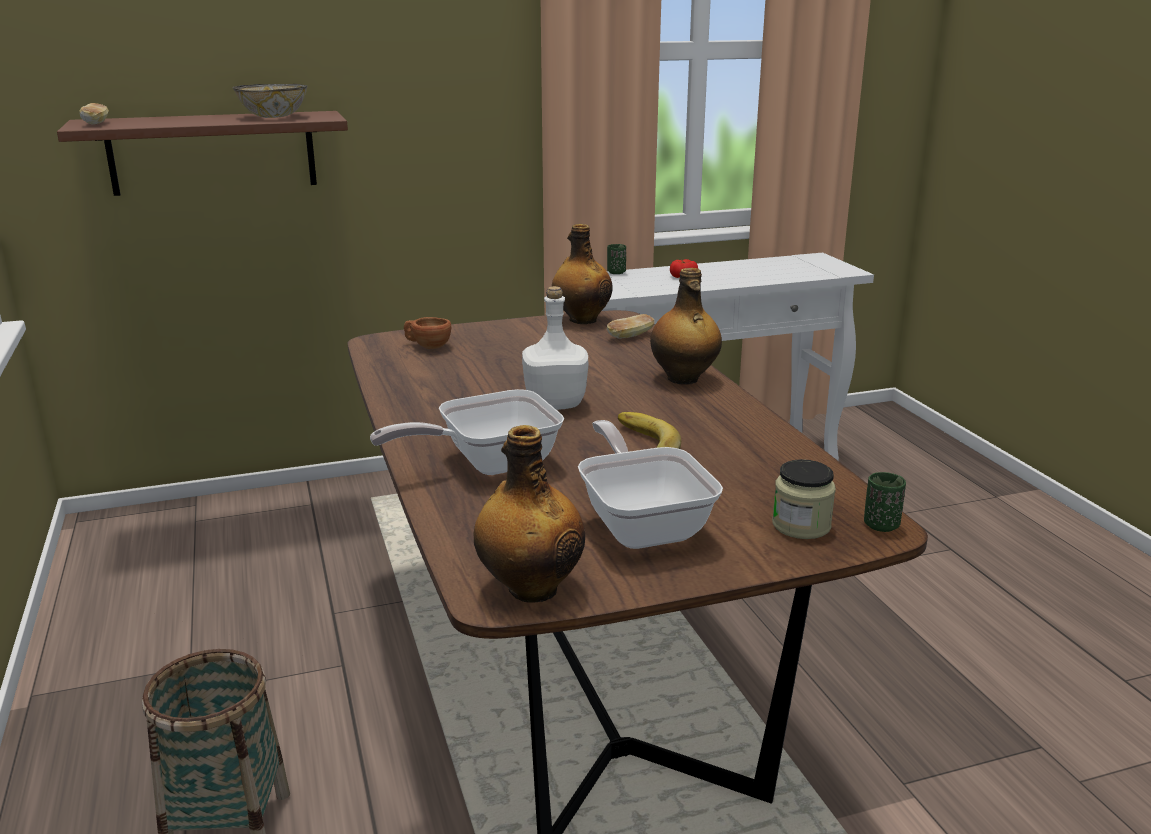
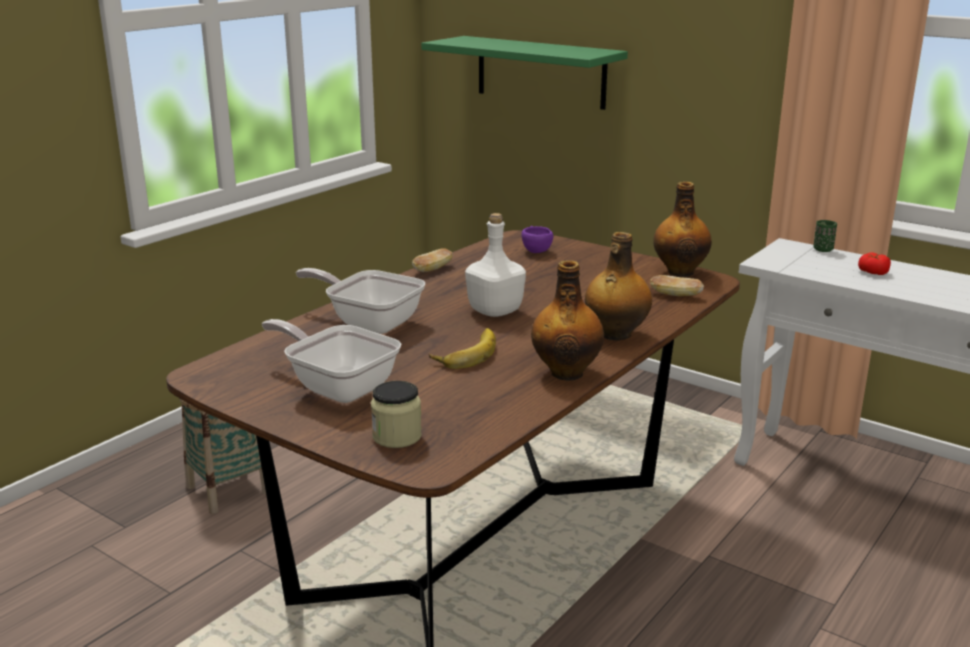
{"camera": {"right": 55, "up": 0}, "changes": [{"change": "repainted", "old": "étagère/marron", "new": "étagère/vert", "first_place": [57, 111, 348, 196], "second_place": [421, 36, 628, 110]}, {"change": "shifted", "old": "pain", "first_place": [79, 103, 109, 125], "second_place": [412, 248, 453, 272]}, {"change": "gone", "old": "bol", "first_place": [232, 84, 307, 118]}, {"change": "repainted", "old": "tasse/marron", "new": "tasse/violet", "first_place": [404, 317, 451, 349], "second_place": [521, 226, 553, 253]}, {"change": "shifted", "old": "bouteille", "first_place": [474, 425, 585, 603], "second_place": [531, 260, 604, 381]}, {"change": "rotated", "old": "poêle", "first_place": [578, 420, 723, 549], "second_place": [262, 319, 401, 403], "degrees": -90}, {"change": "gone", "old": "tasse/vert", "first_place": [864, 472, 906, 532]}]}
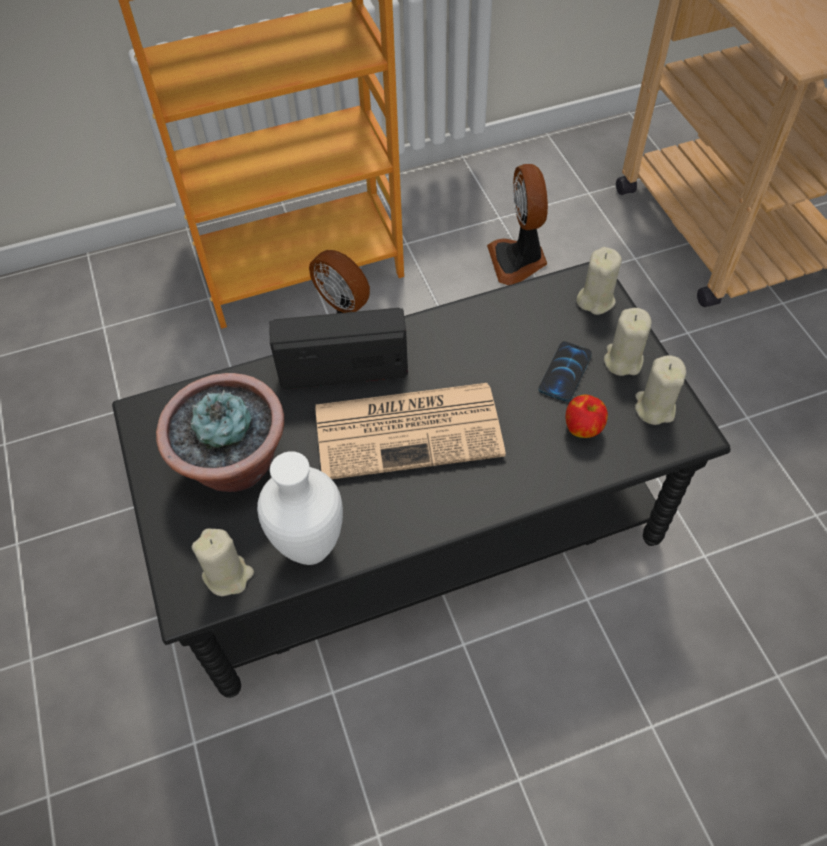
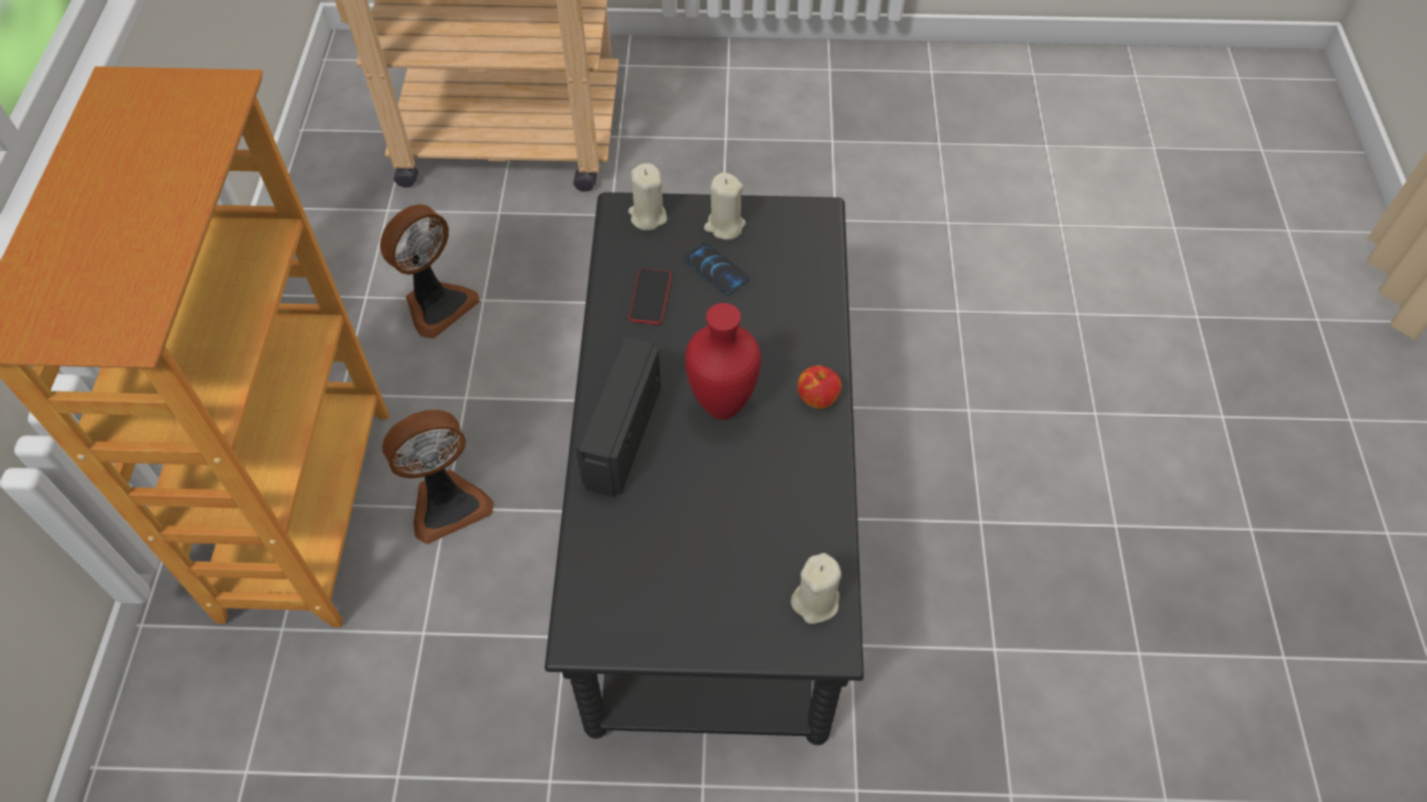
{"camera": {"right": -70, "up": 0}, "changes": [{"change": "gone", "old": "plante en pot", "first_place": [156, 373, 284, 492]}, {"change": "gone", "old": "vase/blanc", "first_place": [257, 451, 343, 565]}, {"change": "swapped", "old": "journal", "new": "vase/rouge", "first_place": [315, 383, 506, 479], "second_place": [685, 303, 761, 420]}, {"change": "rotated", "old": "ventilateur", "first_place": [487, 164, 548, 285], "second_place": [380, 204, 480, 338], "degrees": -60}, {"change": "shifted", "old": "pomme", "first_place": [565, 395, 608, 438], "second_place": [798, 365, 842, 409]}, {"change": "gone", "old": "bougie/beige", "first_place": [635, 355, 686, 425]}, {"change": "new", "new": "téléphone", "second_place": [629, 268, 672, 324]}]}
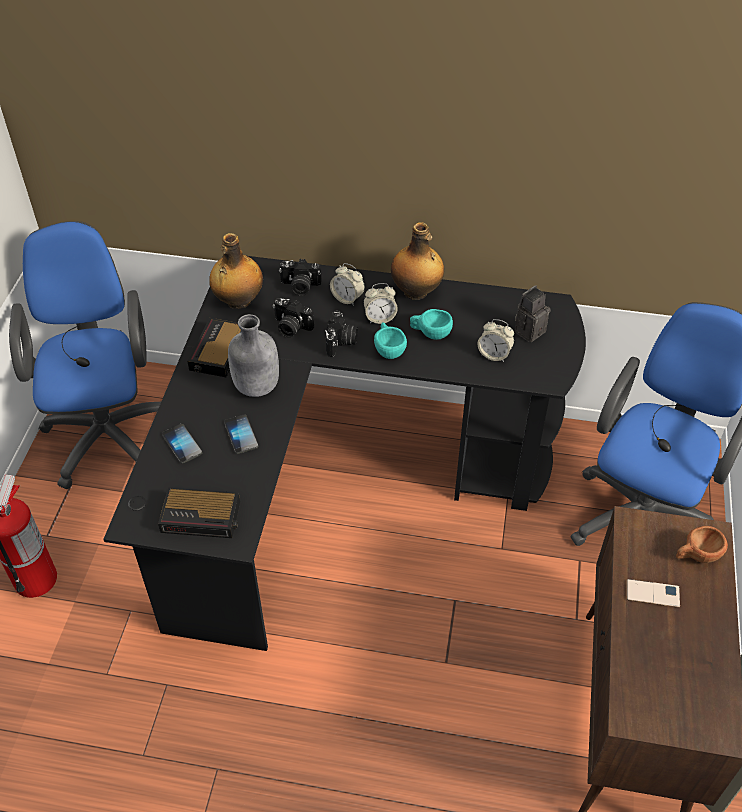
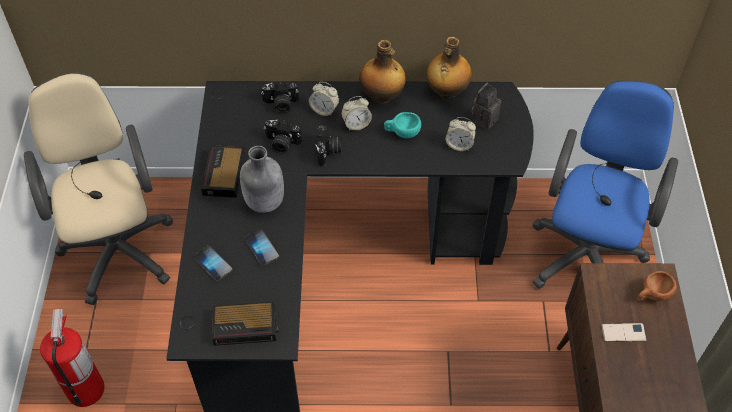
{"camera": {"right": -10, "up": 5}, "changes": [{"change": "repainted", "old": "chaise de bureau/bleu", "new": "chaise de bureau/beige", "first_place": [9, 221, 161, 489], "second_place": [24, 72, 174, 305]}, {"change": "shifted", "old": "bouteille", "first_place": [209, 233, 263, 309], "second_place": [426, 37, 472, 99]}, {"change": "gone", "old": "tasse/turquoise", "first_place": [374, 322, 407, 359]}]}
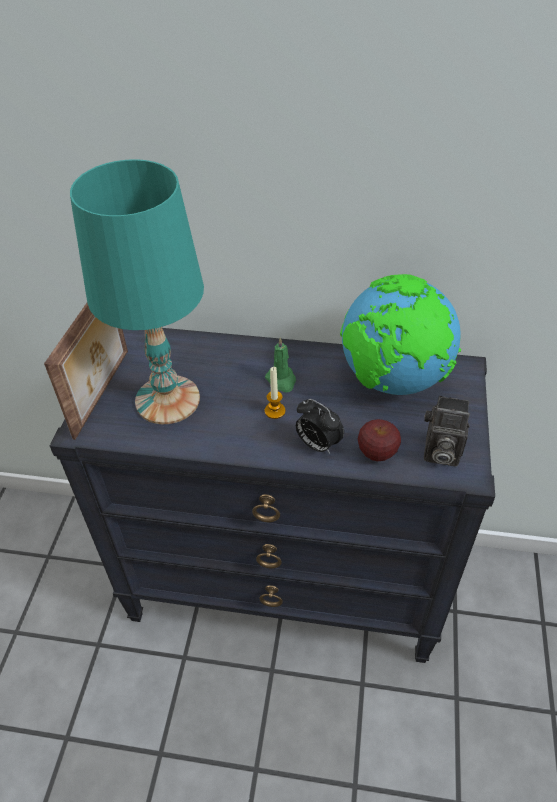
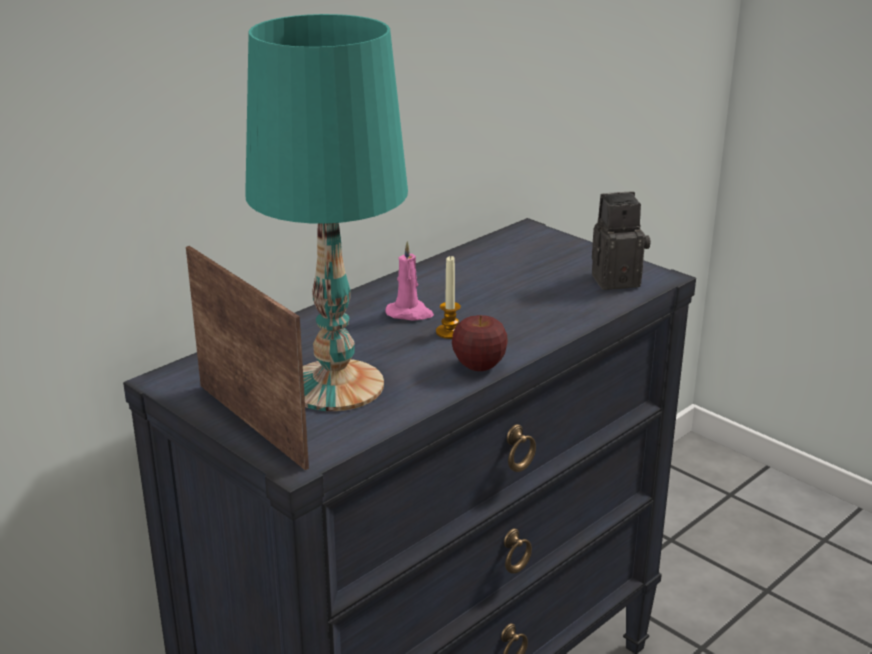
{"camera": {"right": -55, "up": -20}, "changes": [{"change": "repainted", "old": "bougie/vert", "new": "bougie/rose", "first_place": [265, 337, 296, 393], "second_place": [385, 241, 434, 321]}, {"change": "gone", "old": "réveil", "first_place": [296, 399, 344, 454]}, {"change": "gone", "old": "globe", "first_place": [340, 274, 461, 395]}, {"change": "shifted", "old": "pomme", "first_place": [358, 419, 401, 461], "second_place": [452, 315, 508, 371]}, {"change": "rotated", "old": "appareil photo", "first_place": [424, 396, 470, 467], "second_place": [592, 191, 651, 290], "degrees": -150}]}
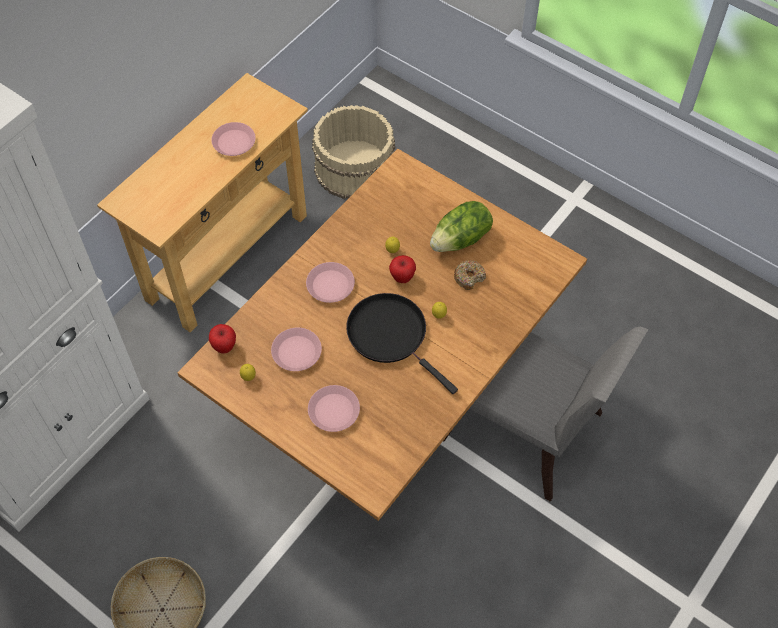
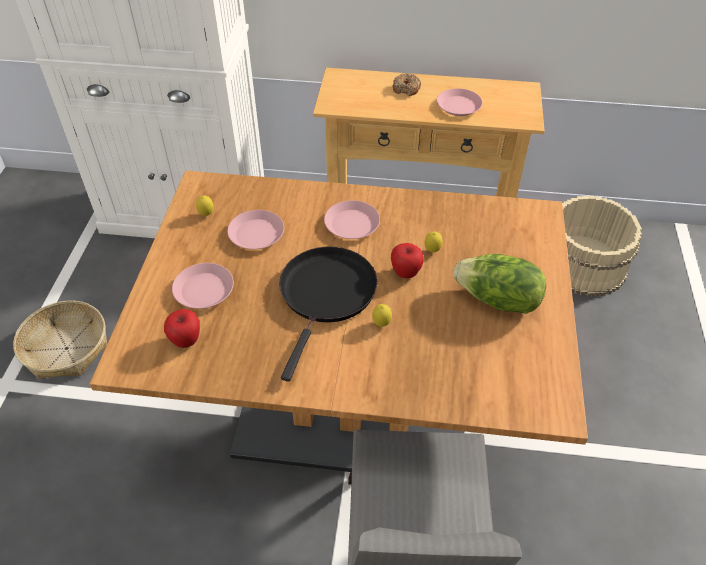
{"camera": {"right": 60, "up": -10}, "changes": [{"change": "shifted", "old": "pomme", "first_place": [209, 324, 236, 353], "second_place": [164, 309, 200, 348]}, {"change": "shifted", "old": "beignet", "first_place": [454, 260, 486, 290], "second_place": [392, 73, 421, 96]}]}
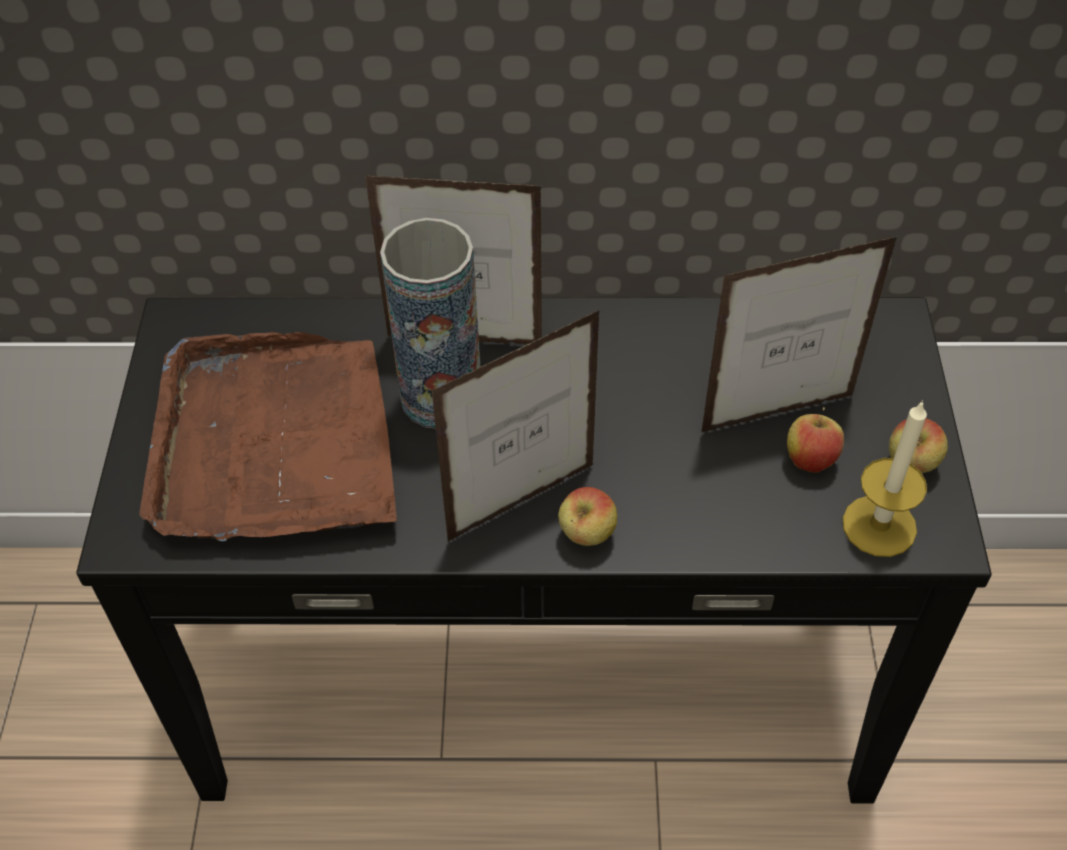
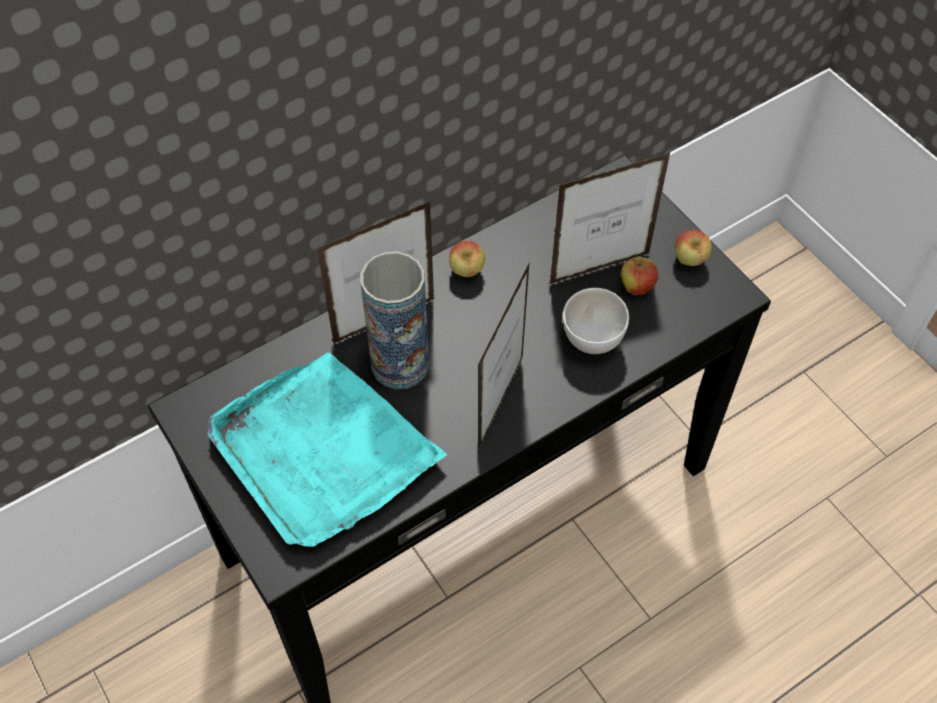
{"camera": {"right": -35, "up": 5}, "changes": [{"change": "repainted", "old": "plateau/marron", "new": "plateau/turquoise", "first_place": [139, 332, 397, 541], "second_place": [208, 352, 447, 547]}, {"change": "shifted", "old": "pomme", "first_place": [558, 487, 617, 546], "second_place": [449, 241, 485, 277]}, {"change": "rotated", "old": "cadre photo", "first_place": [701, 236, 898, 433], "second_place": [550, 153, 670, 284], "degrees": -150}, {"change": "gone", "old": "bougie", "first_place": [842, 400, 927, 557]}, {"change": "new", "new": "bol/blanc", "second_place": [563, 288, 629, 354]}]}
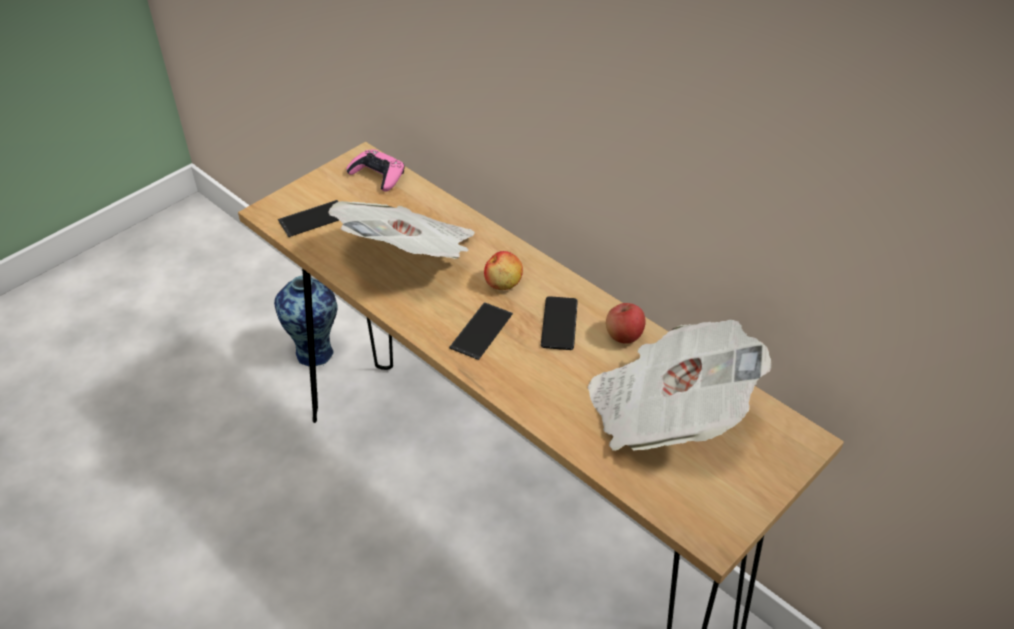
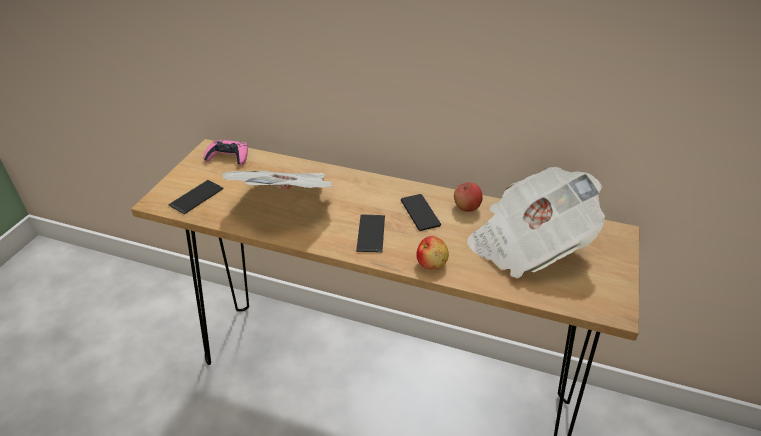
{"camera": {"right": -25, "up": -5}, "changes": [{"change": "gone", "old": "vase", "first_place": [274, 276, 338, 366]}, {"change": "shifted", "old": "pomme", "first_place": [484, 251, 523, 290], "second_place": [416, 236, 449, 270]}]}
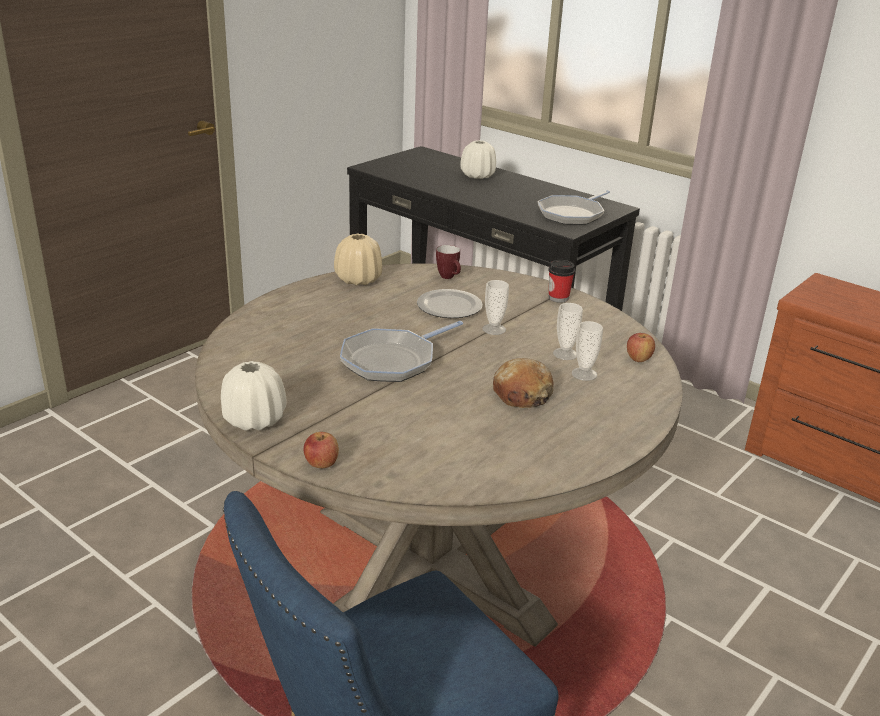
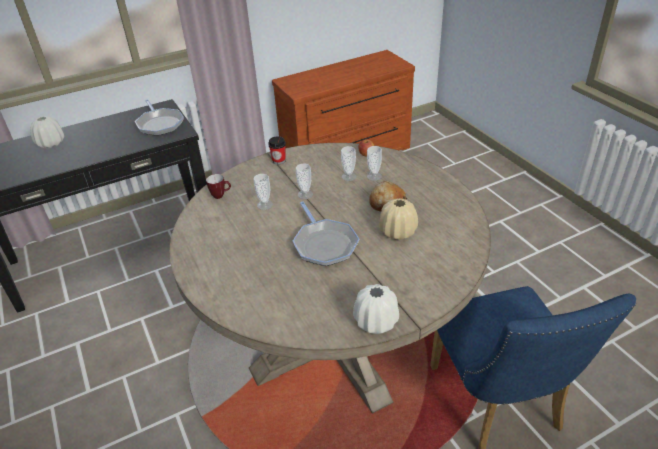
{"camera": {"right": -65, "up": 10}, "changes": [{"change": "gone", "old": "pomme", "first_place": [304, 432, 339, 468]}, {"change": "shifted", "old": "vase/beige", "first_place": [334, 234, 382, 285], "second_place": [379, 198, 418, 240]}, {"change": "swapped", "old": "assiette", "new": "tasse", "first_place": [417, 289, 483, 318], "second_place": [253, 174, 273, 210]}]}
